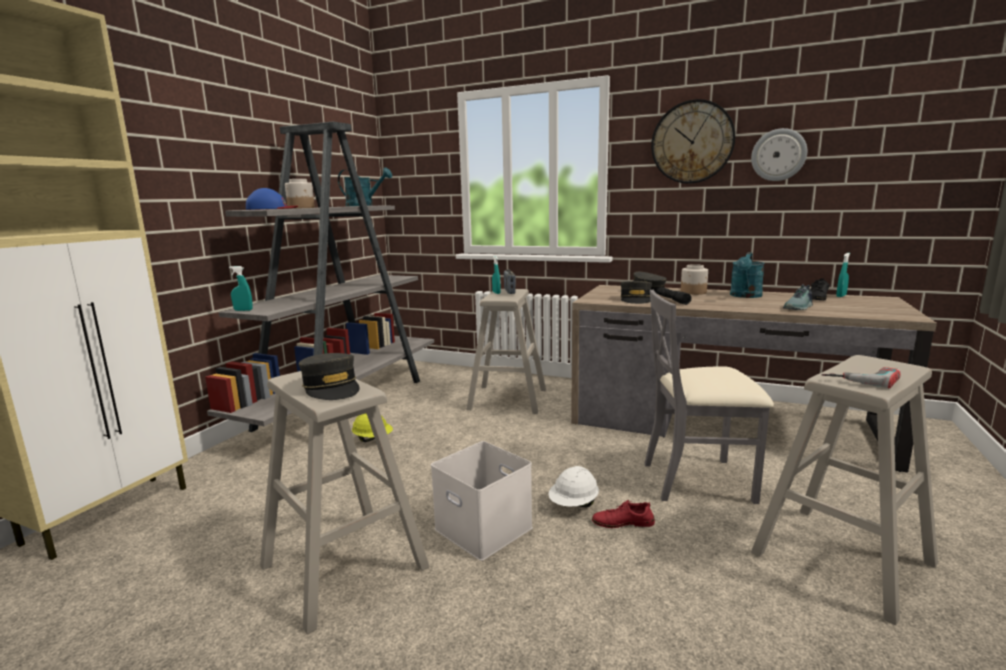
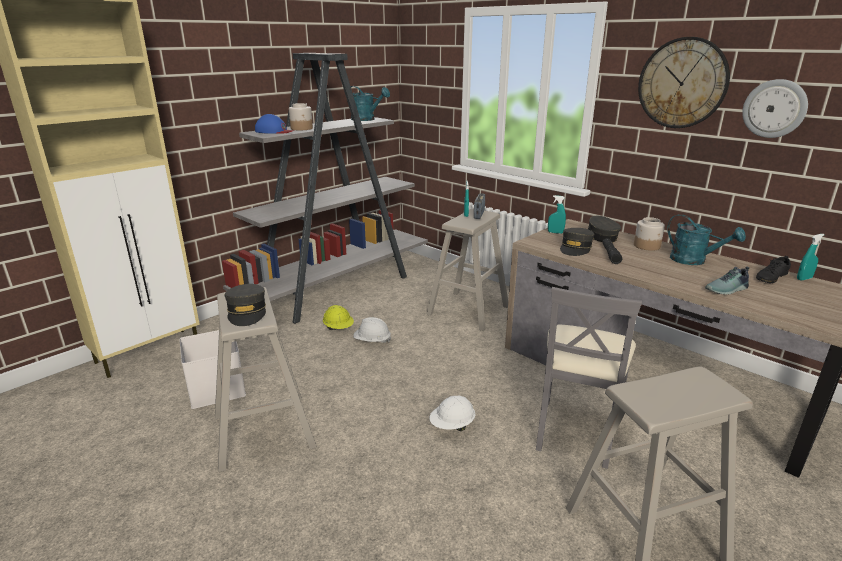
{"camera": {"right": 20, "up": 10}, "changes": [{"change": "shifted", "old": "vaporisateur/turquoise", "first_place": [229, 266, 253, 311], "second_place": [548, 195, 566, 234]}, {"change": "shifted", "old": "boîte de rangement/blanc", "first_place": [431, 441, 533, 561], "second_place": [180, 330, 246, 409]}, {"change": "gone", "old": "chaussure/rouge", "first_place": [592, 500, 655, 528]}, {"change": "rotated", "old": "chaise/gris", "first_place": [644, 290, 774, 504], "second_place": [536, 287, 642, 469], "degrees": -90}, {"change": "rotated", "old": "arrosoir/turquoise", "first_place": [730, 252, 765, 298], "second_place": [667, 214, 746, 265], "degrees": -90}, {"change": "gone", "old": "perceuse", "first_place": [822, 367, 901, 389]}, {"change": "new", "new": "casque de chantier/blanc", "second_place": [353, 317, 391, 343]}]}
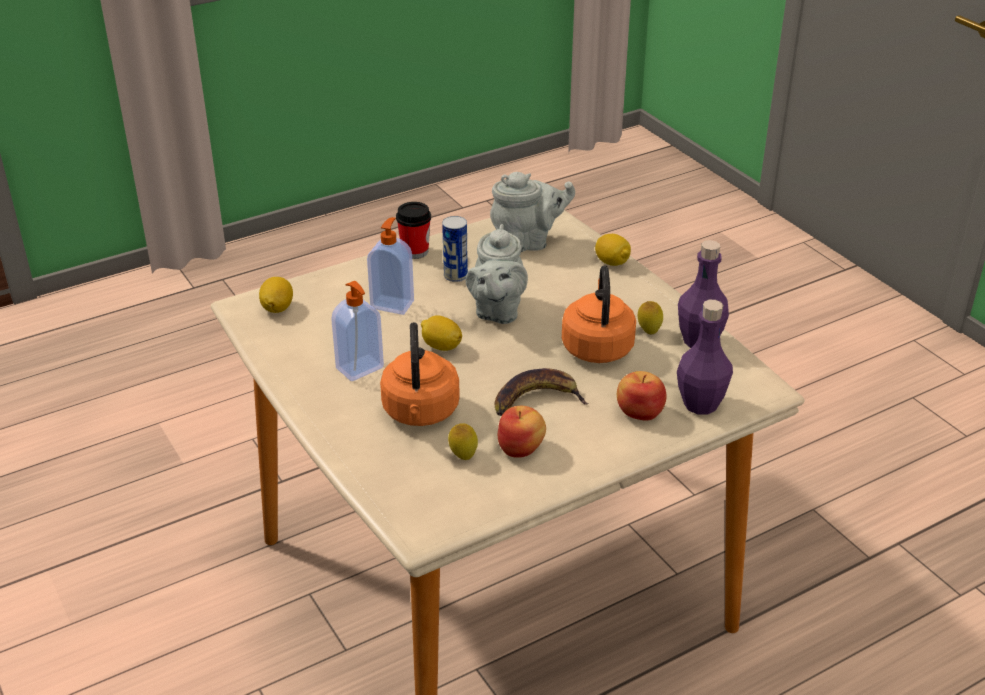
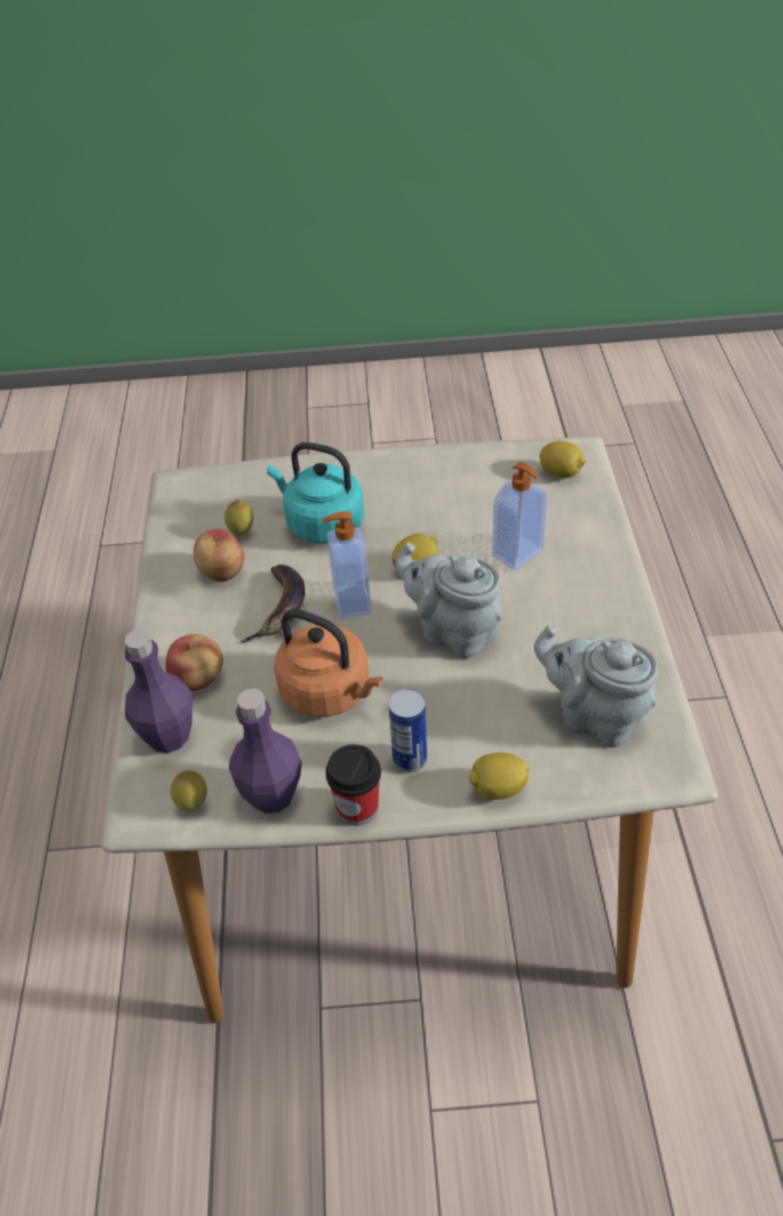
{"camera": {"right": 120, "up": 10}, "changes": [{"change": "shifted", "old": "distributeur de savon", "first_place": [331, 281, 384, 381], "second_place": [322, 511, 371, 619]}, {"change": "repainted", "old": "bouilloire/orange", "new": "bouilloire/turquoise", "first_place": [380, 322, 460, 426], "second_place": [267, 442, 365, 544]}, {"change": "shifted", "old": "tasse", "first_place": [396, 202, 431, 259], "second_place": [326, 744, 381, 826]}, {"change": "shifted", "old": "boîte métallique", "first_place": [442, 216, 468, 282], "second_place": [388, 689, 427, 772]}, {"change": "rotated", "old": "théière/gris", "first_place": [490, 172, 575, 252], "second_place": [534, 625, 658, 748], "degrees": 105}, {"change": "shifted", "old": "citron", "first_place": [638, 301, 663, 334], "second_place": [170, 770, 207, 812]}]}
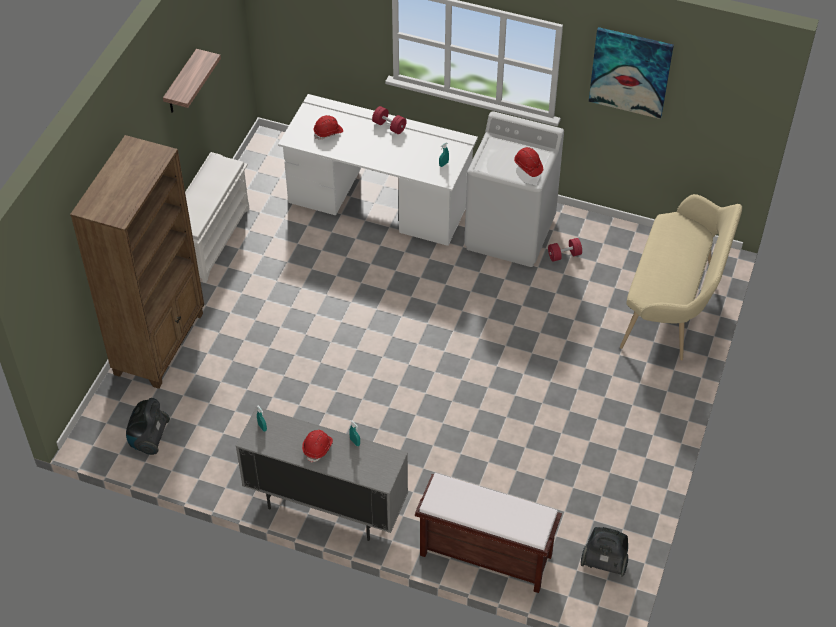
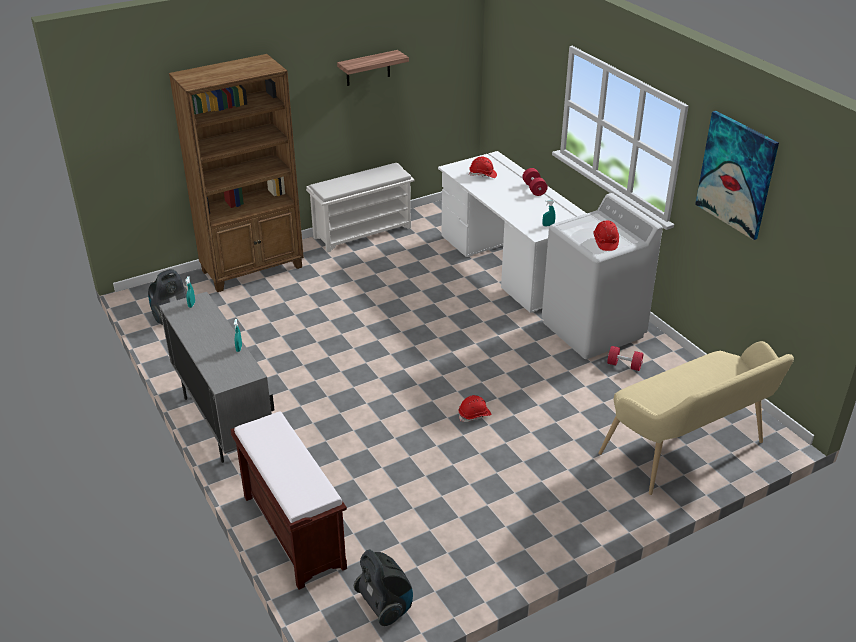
{"camera": {"right": 40, "up": -15}, "changes": [{"change": "shifted", "old": "casque de chantier/rouge", "first_place": [302, 430, 333, 463], "second_place": [458, 395, 491, 422]}]}
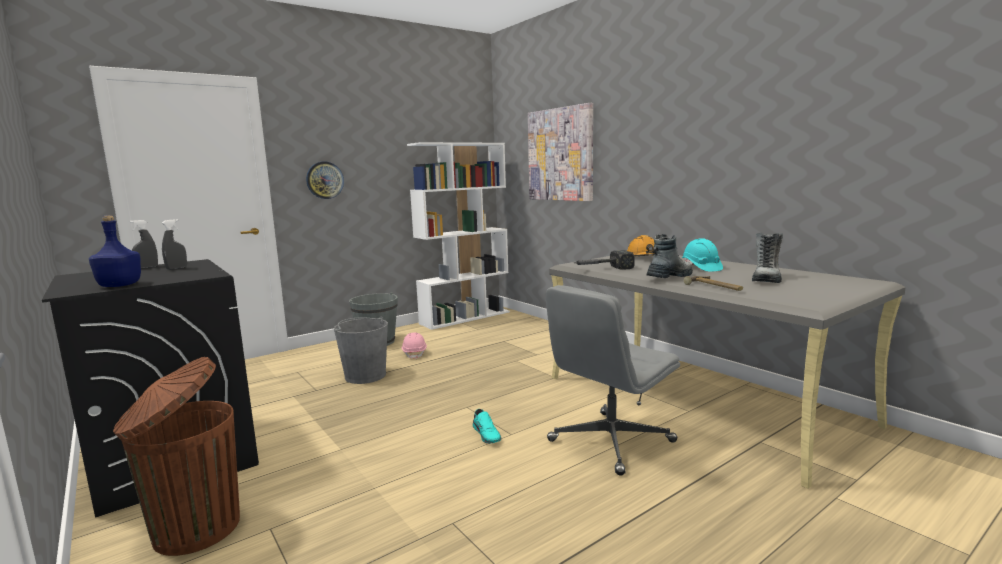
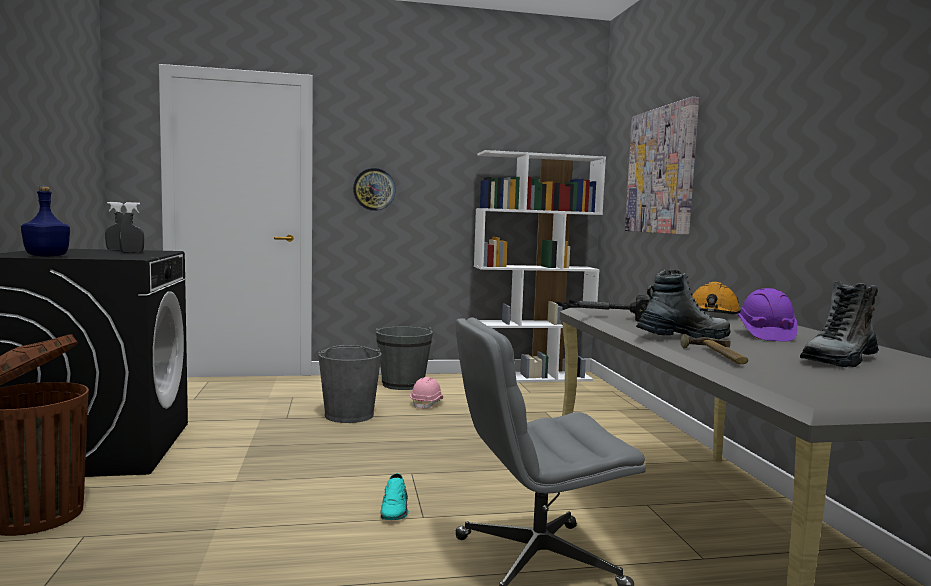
{"camera": {"right": 25, "up": -5}, "changes": [{"change": "repainted", "old": "casque de chantier/turquoise", "new": "casque de chantier/violet", "first_place": [682, 238, 723, 272], "second_place": [738, 288, 798, 341]}]}
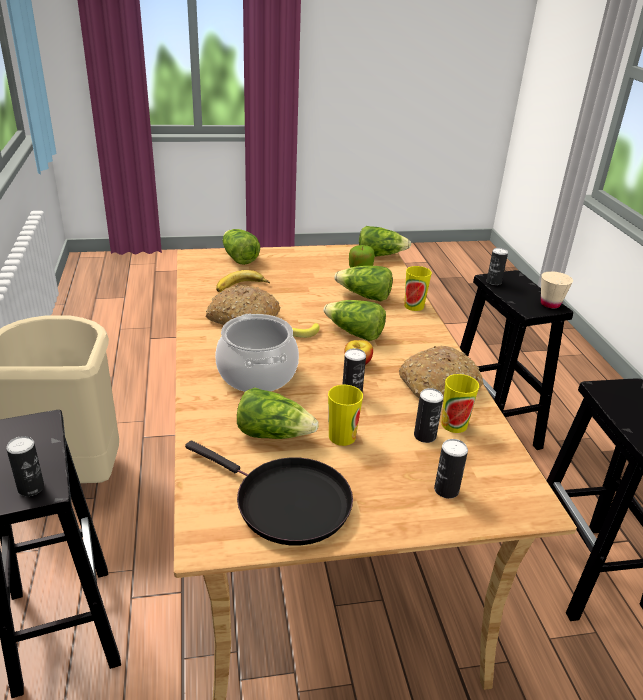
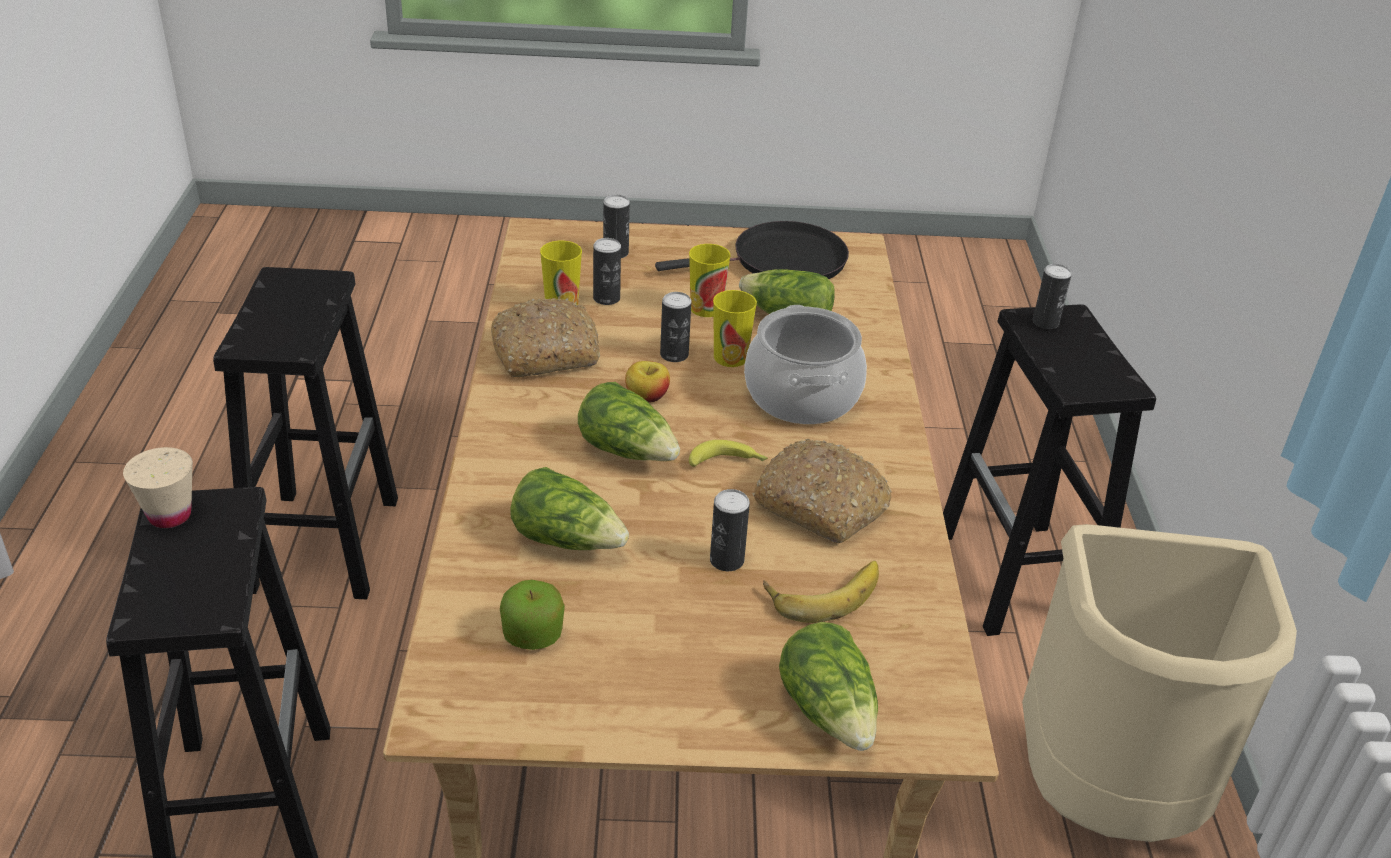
{"camera": {"right": -170, "up": 5}, "changes": [{"change": "rotated", "old": "poêle/noir", "first_place": [185, 441, 353, 545], "second_place": [655, 221, 849, 279], "degrees": 120}, {"change": "gone", "old": "laitue", "first_place": [359, 226, 411, 257]}, {"change": "shifted", "old": "tasse", "first_place": [404, 266, 432, 311], "second_place": [713, 290, 757, 367]}, {"change": "shifted", "old": "boîte métallique", "first_place": [487, 248, 508, 285], "second_place": [710, 489, 750, 571]}]}
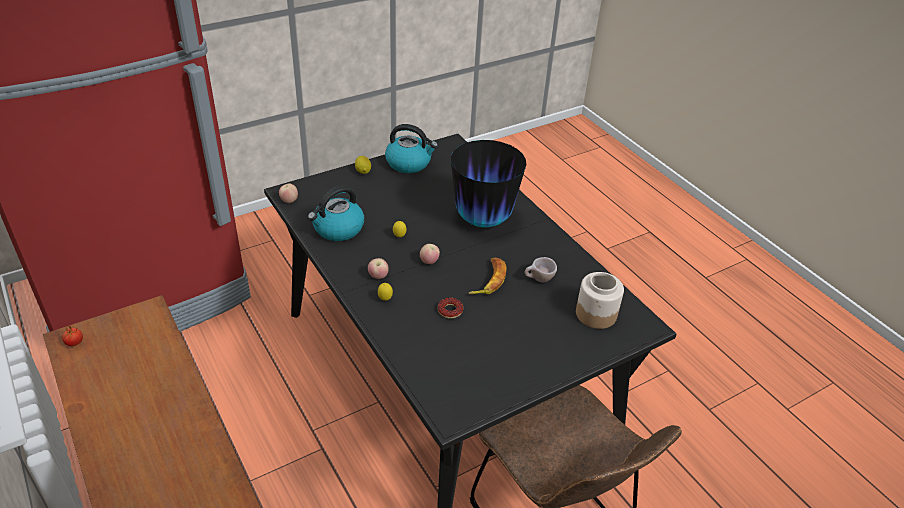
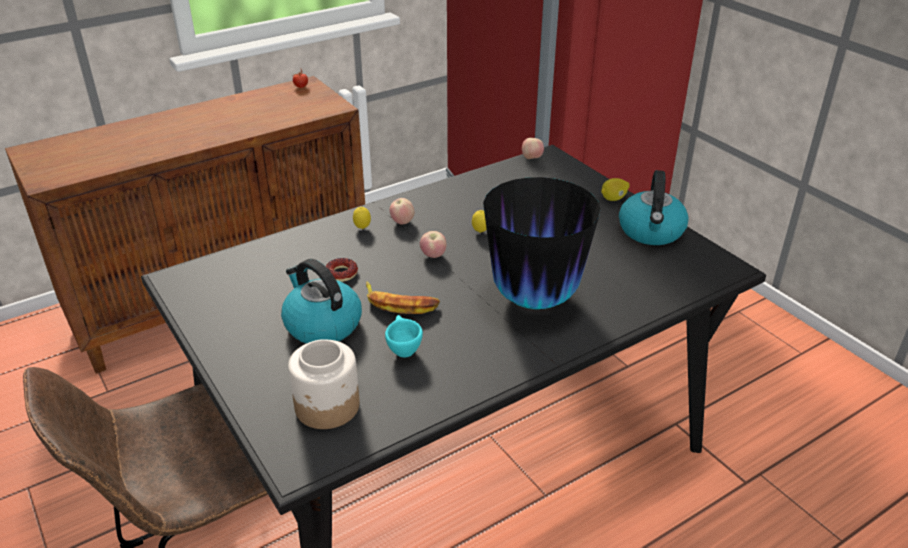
{"camera": {"right": 90, "up": -5}, "changes": [{"change": "shifted", "old": "bouilloire", "first_place": [308, 186, 364, 241], "second_place": [281, 259, 362, 343]}, {"change": "repainted", "old": "tasse/beige", "new": "tasse/turquoise", "first_place": [525, 257, 557, 282], "second_place": [385, 315, 423, 357]}]}
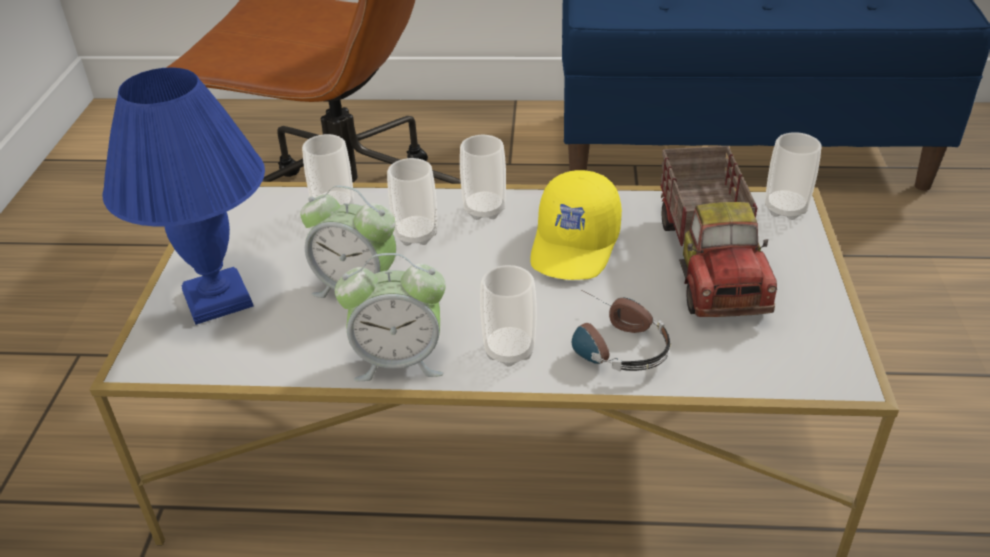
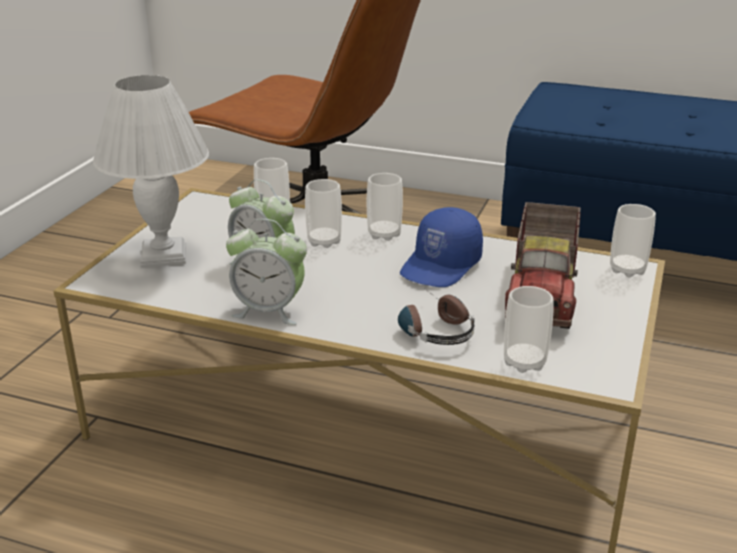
{"camera": {"right": 15, "up": -10}, "changes": [{"change": "repainted", "old": "lampe de table/bleu", "new": "lampe de table/blanc", "first_place": [102, 67, 265, 325], "second_place": [93, 75, 209, 268]}, {"change": "shifted", "old": "tasse", "first_place": [480, 265, 537, 366], "second_place": [504, 286, 554, 373]}, {"change": "repainted", "old": "casquette/jaune", "new": "casquette/bleu", "first_place": [530, 170, 622, 280], "second_place": [400, 207, 483, 287]}]}
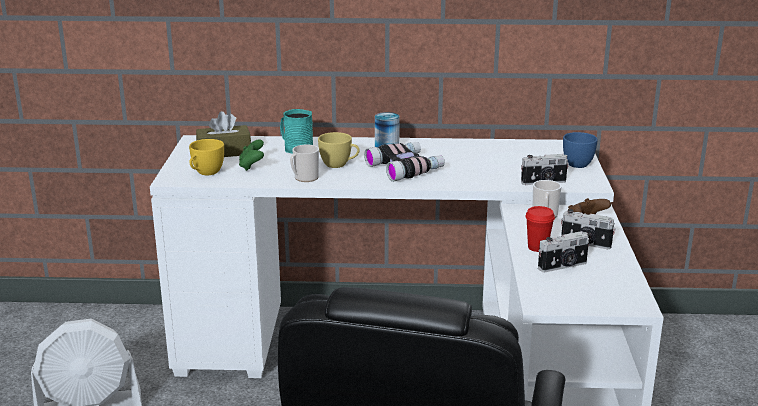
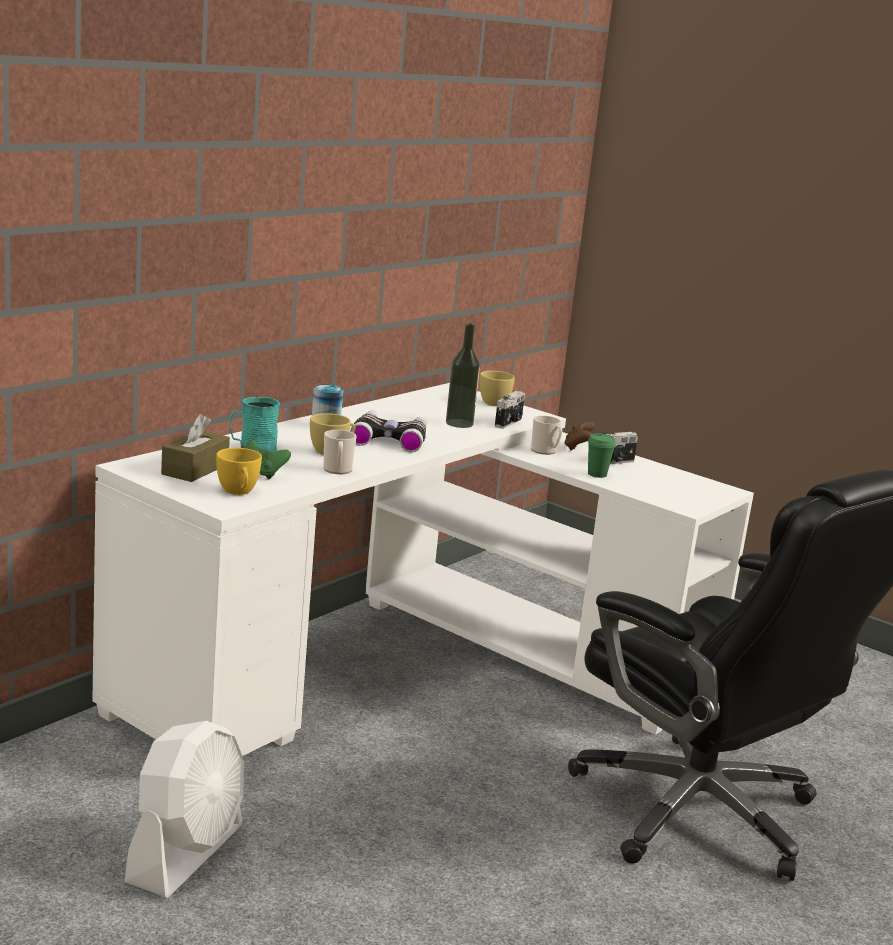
{"camera": {"right": -55, "up": -5}, "changes": [{"change": "repainted", "old": "tasse/rouge", "new": "tasse/vert", "first_place": [525, 206, 555, 252], "second_place": [588, 434, 616, 478]}, {"change": "gone", "old": "appareil photo", "first_place": [538, 231, 589, 272]}, {"change": "repainted", "old": "tasse/bleu", "new": "tasse/jaune", "first_place": [563, 132, 598, 168], "second_place": [480, 371, 515, 406]}, {"change": "new", "new": "bouteille", "second_place": [446, 323, 480, 428]}]}
